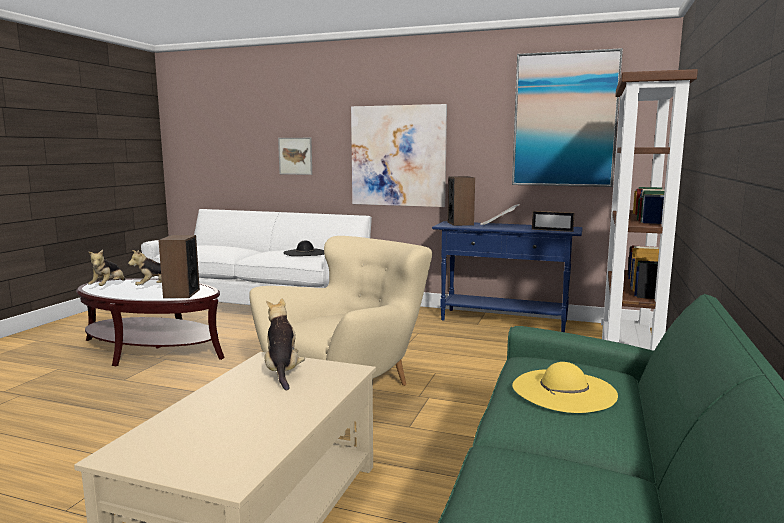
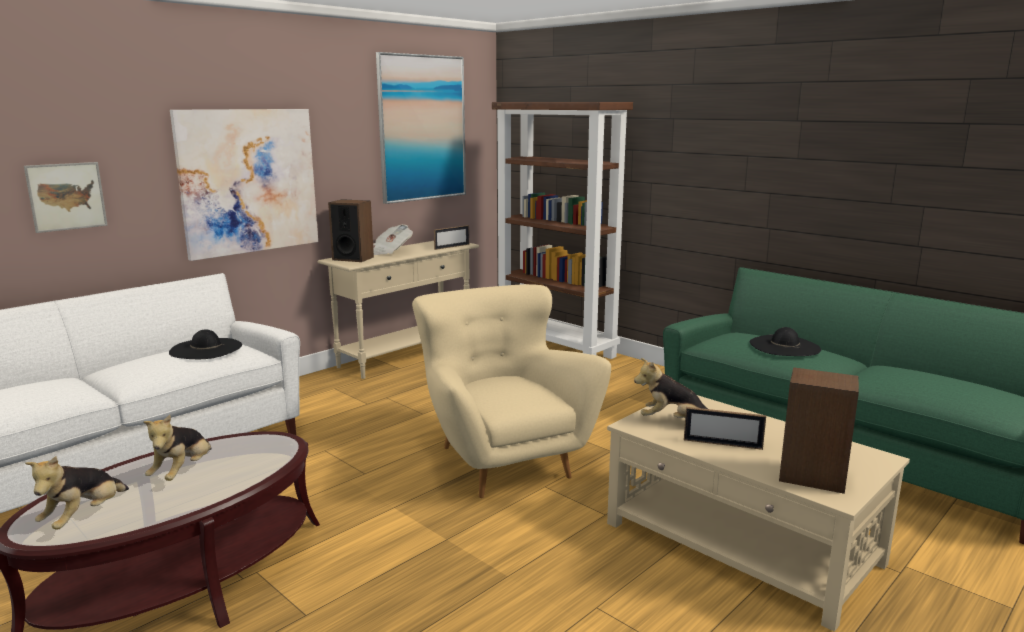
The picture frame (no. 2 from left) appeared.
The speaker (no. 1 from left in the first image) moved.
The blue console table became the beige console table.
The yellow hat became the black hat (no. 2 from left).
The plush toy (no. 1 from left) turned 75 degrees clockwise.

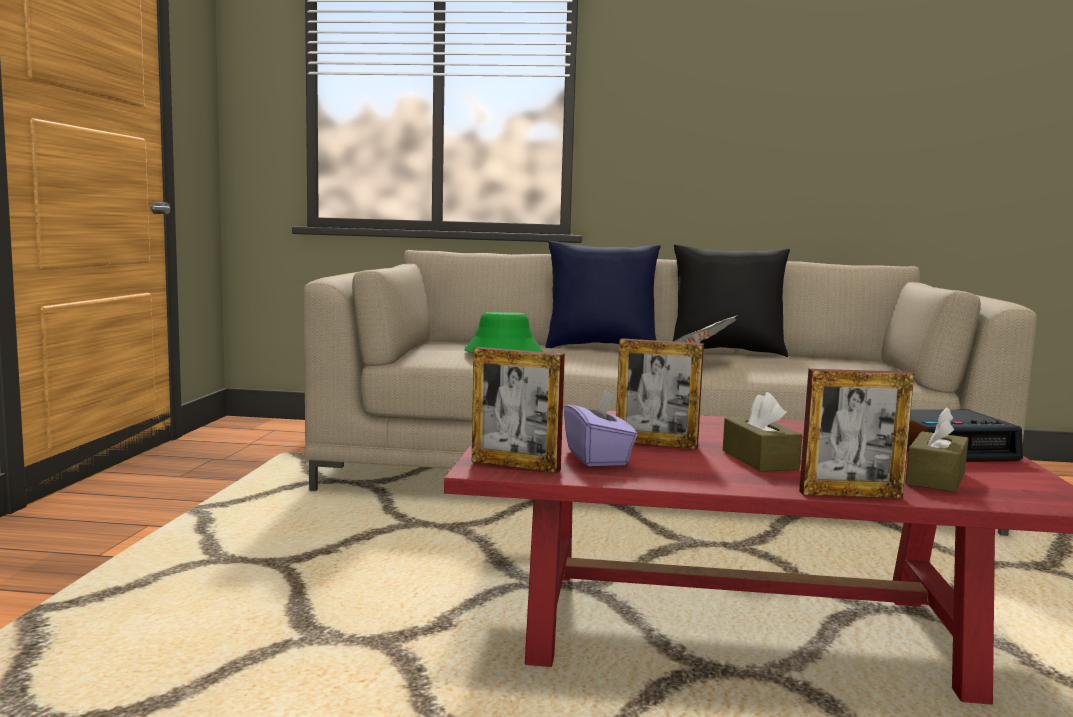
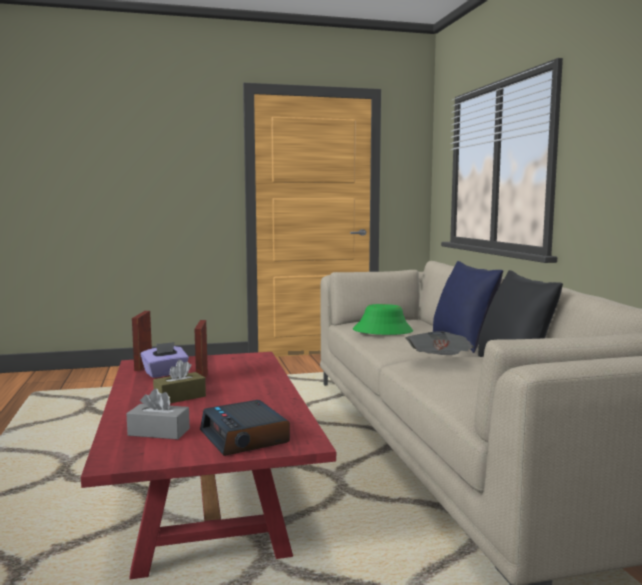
The picture frame (no. 3 from left) disappeared.
The brown tissue box (no. 2 from left) became the grey tissue box.

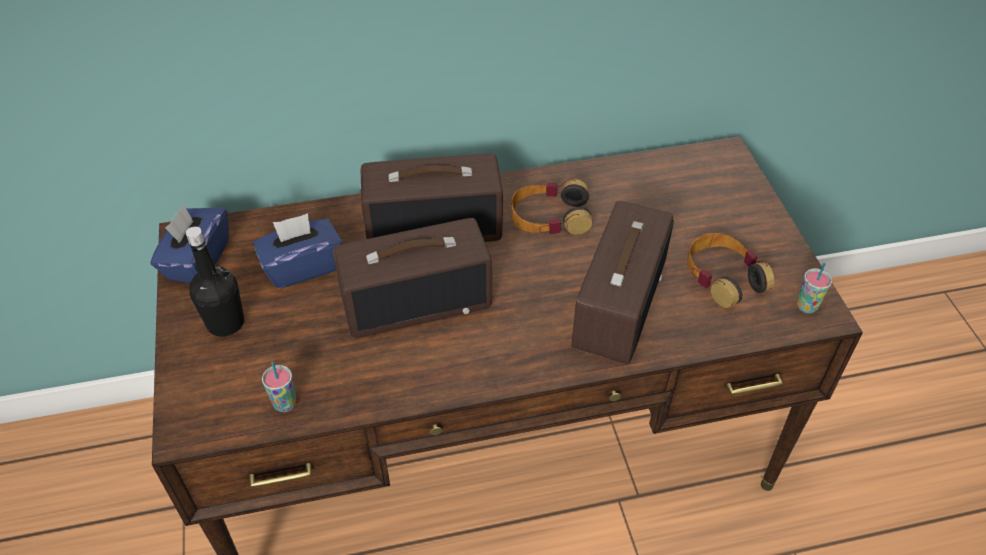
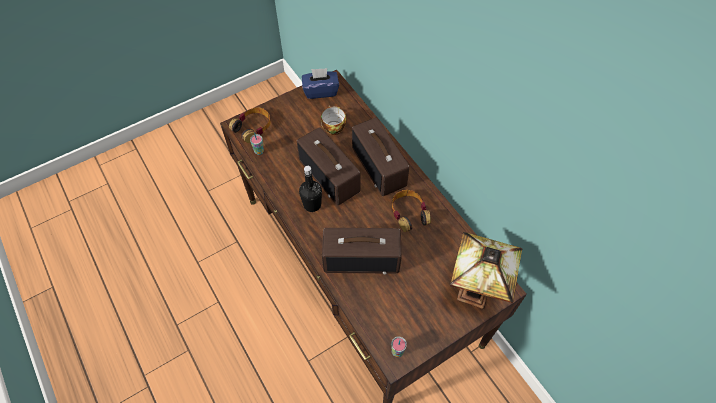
The table lamp appeared.
The black bottle moved.
The headphones (no. 2 from left in the first image) moved.
The blue tissue box (no. 2 from left) was replaced by the cup (no. 2 from left).

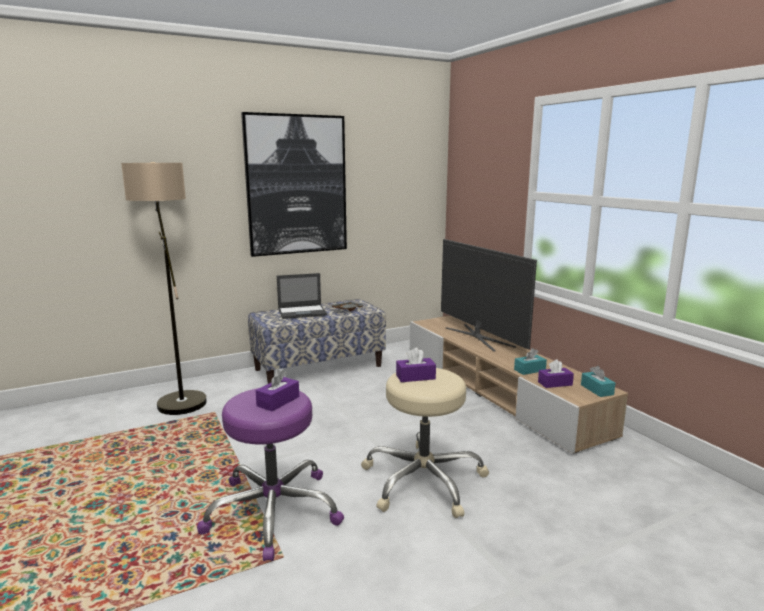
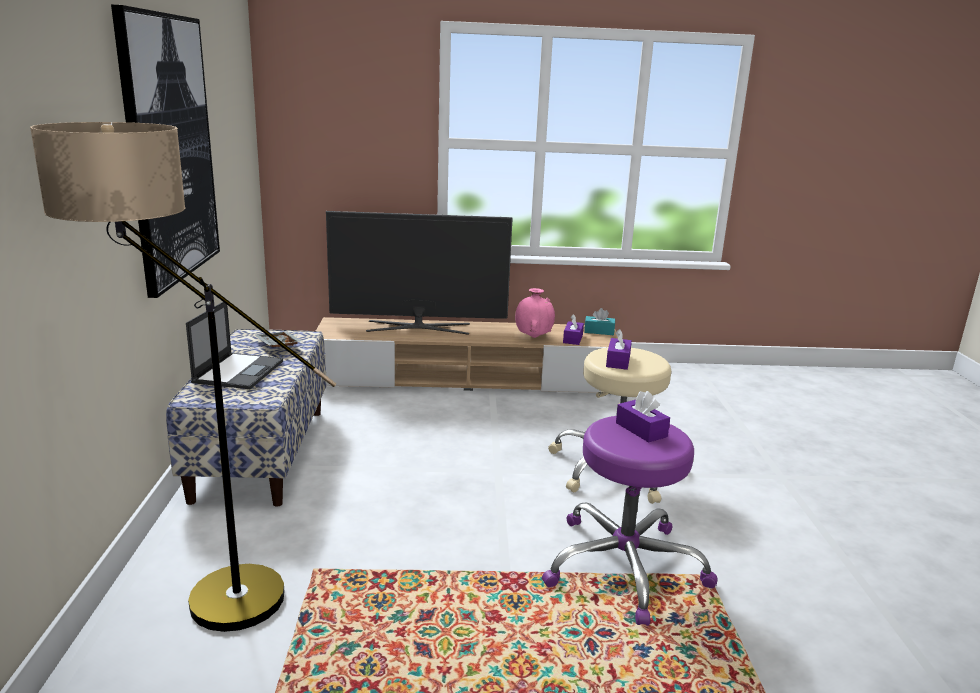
The turquoise tissue box (no. 1 from left) was replaced by the pink vase.

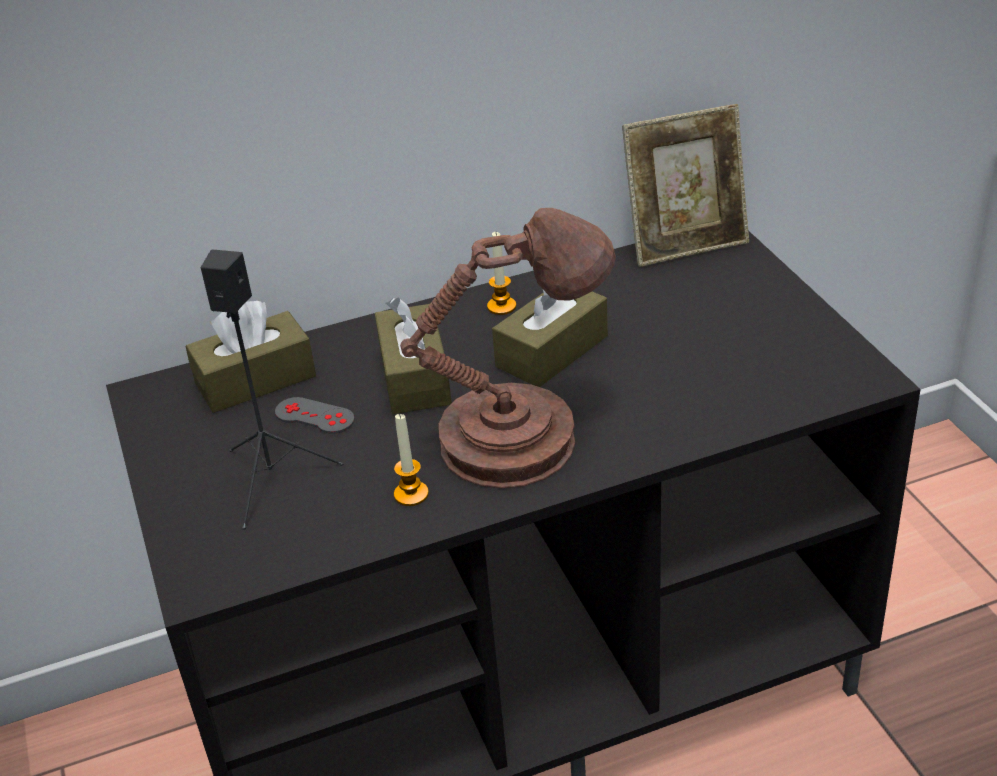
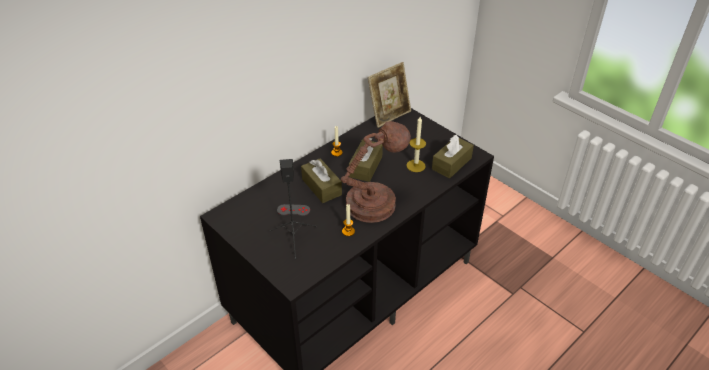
The candle (no. 3 from left) appeared.
The brown tissue box (no. 1 from left in the first image) moved.

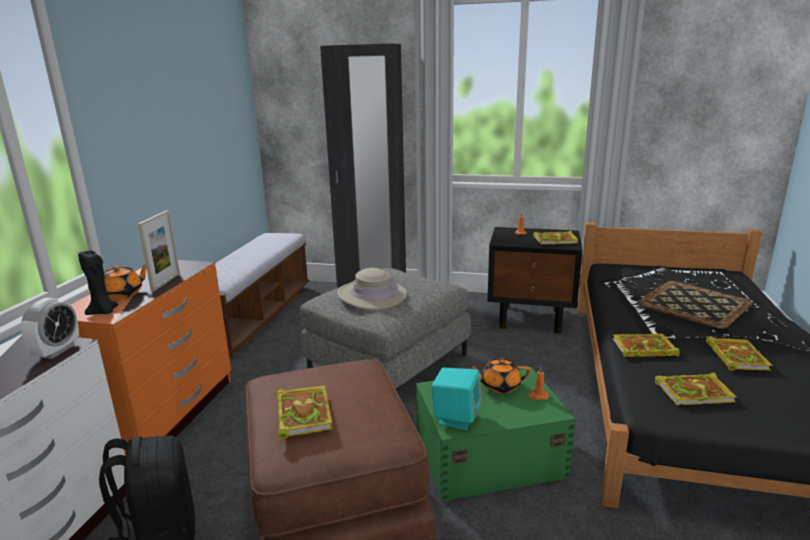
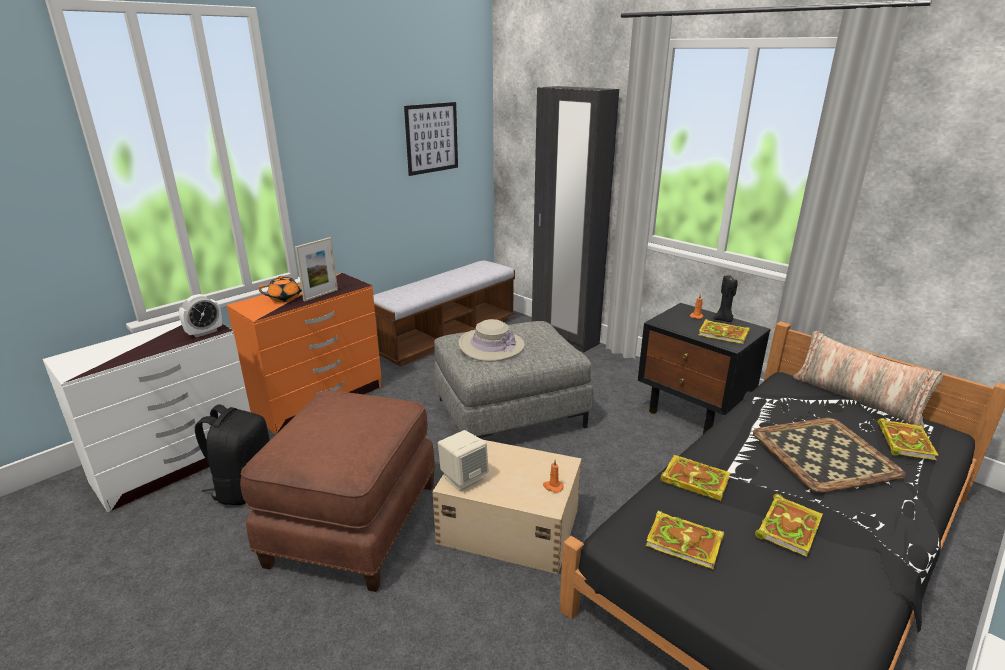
The orange teapot (no. 2 from left) disappeared.
The picture appeared.
The pillow appeared.
The black candle moved.
The book (no. 1 from left in the first image) moved.
The green storage box became the beige storage box.
The turquoise speaker became the beige speaker.

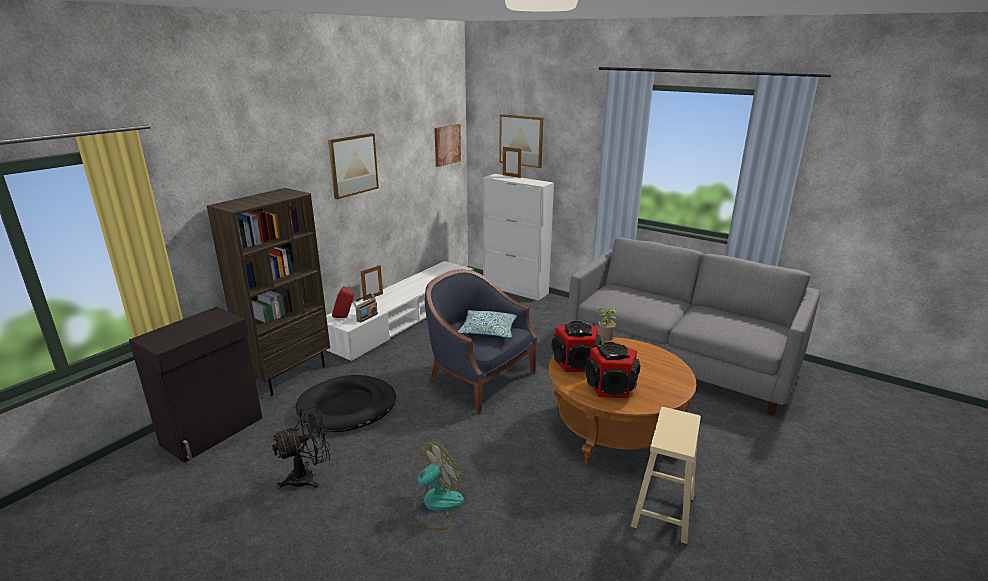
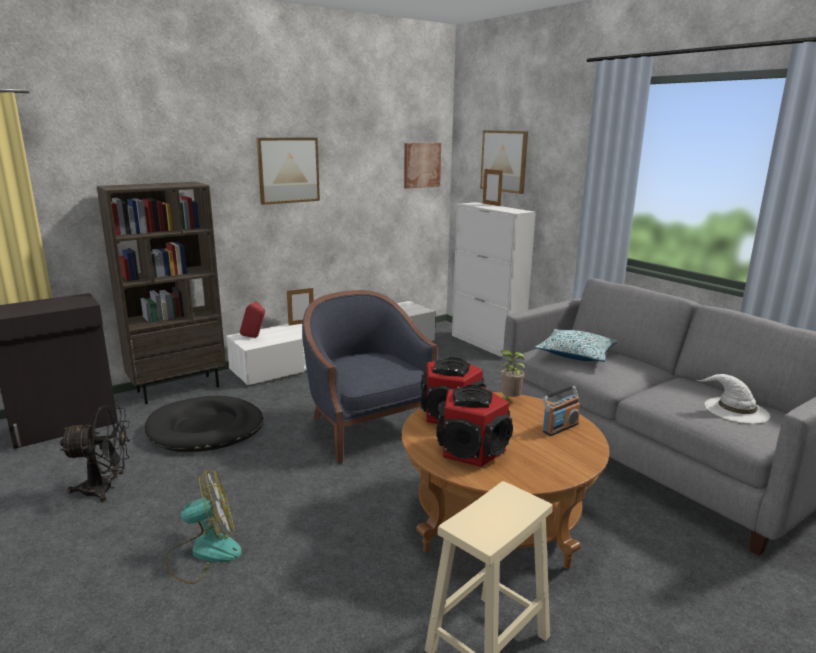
The white hat appeared.
The radio moved.
The pillow moved.

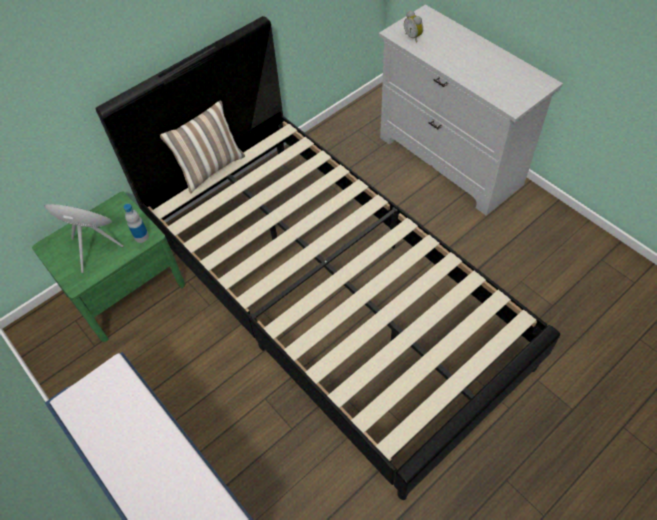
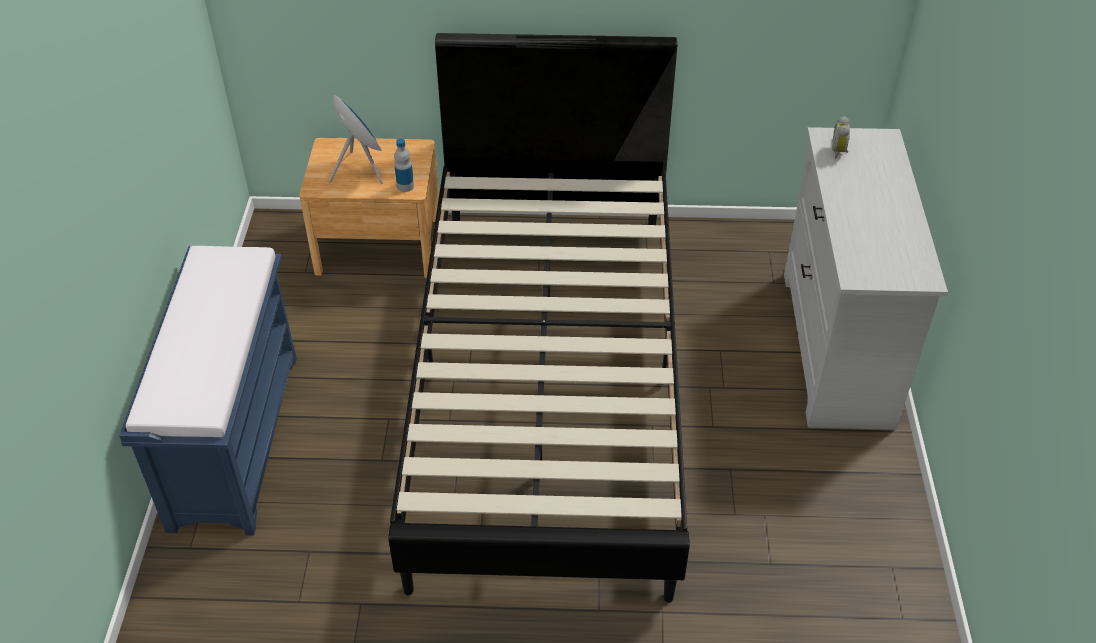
The pillow disappeared.
The green nightstand became the brown nightstand.

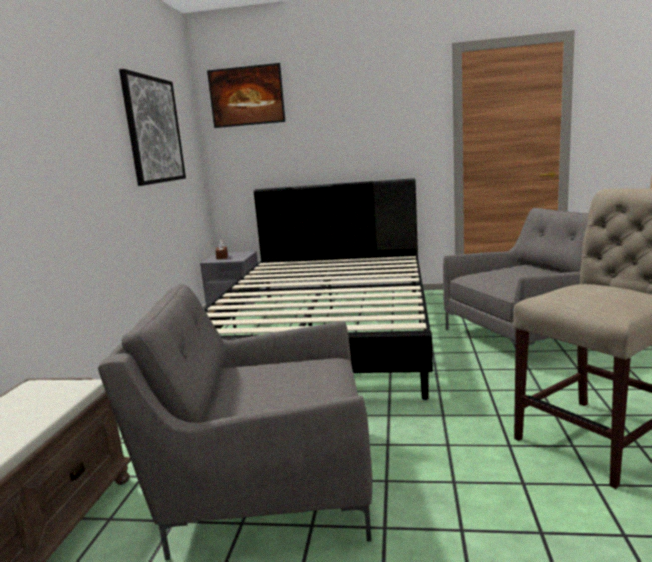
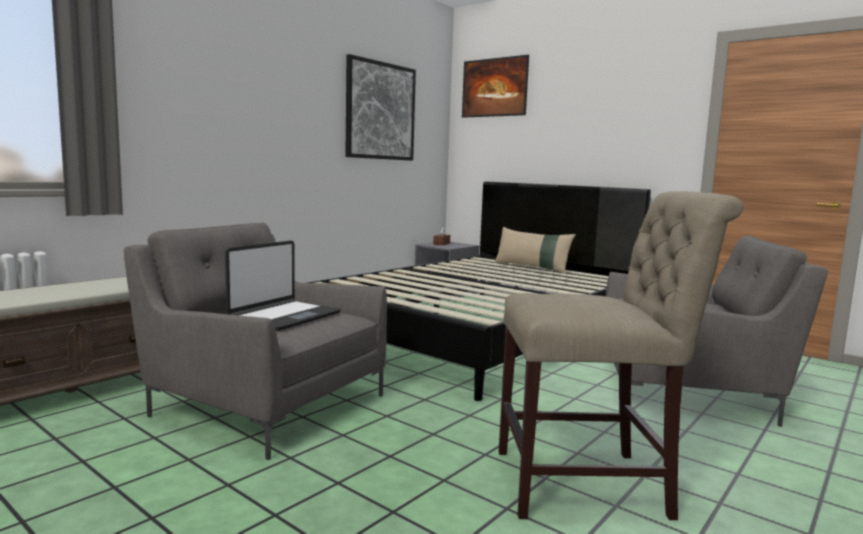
The laptop appeared.
The beige pillow appeared.

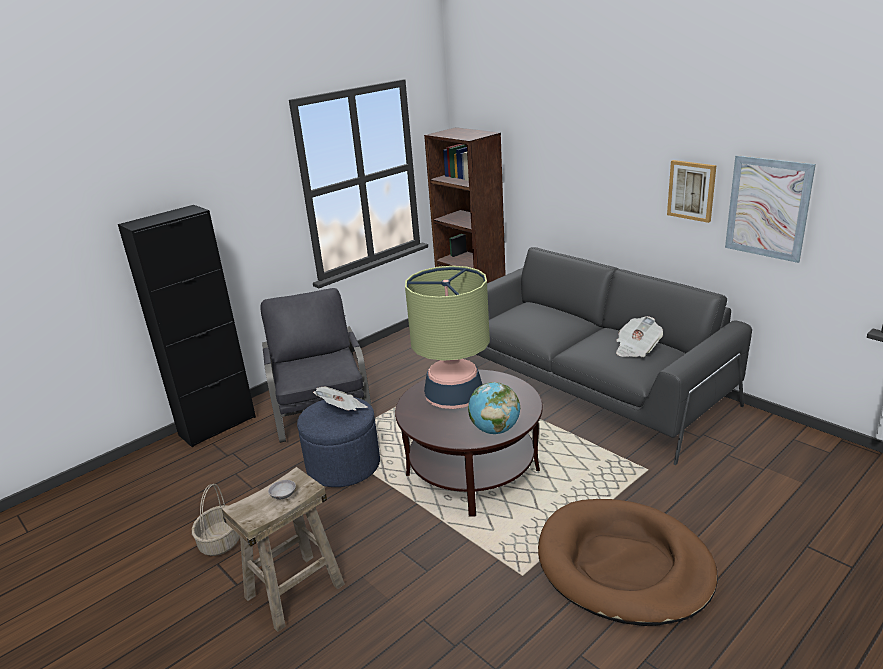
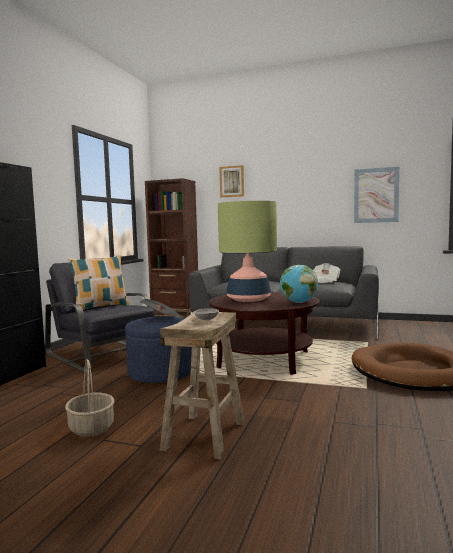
The pillow appeared.
The picture (no. 1 from left) moved.

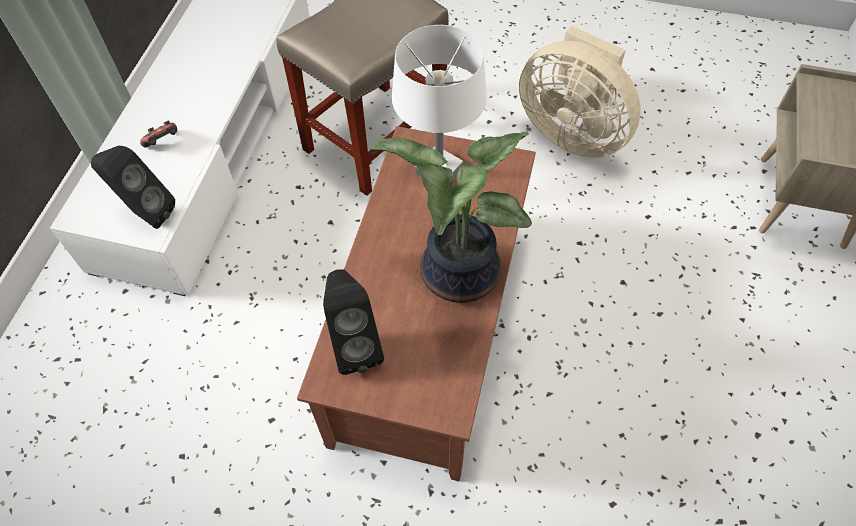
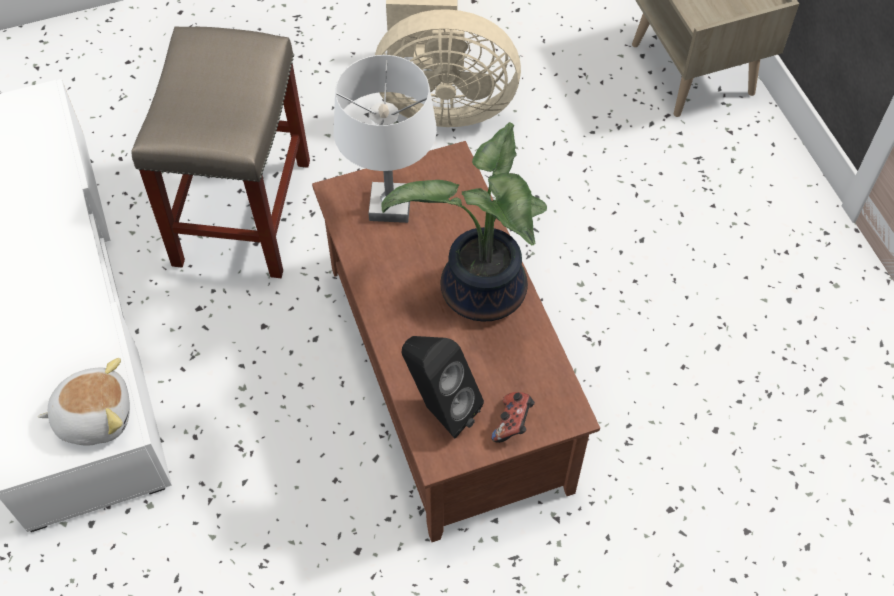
The game controller moved.
The black speaker (no. 1 from left) was replaced by the plush toy.

